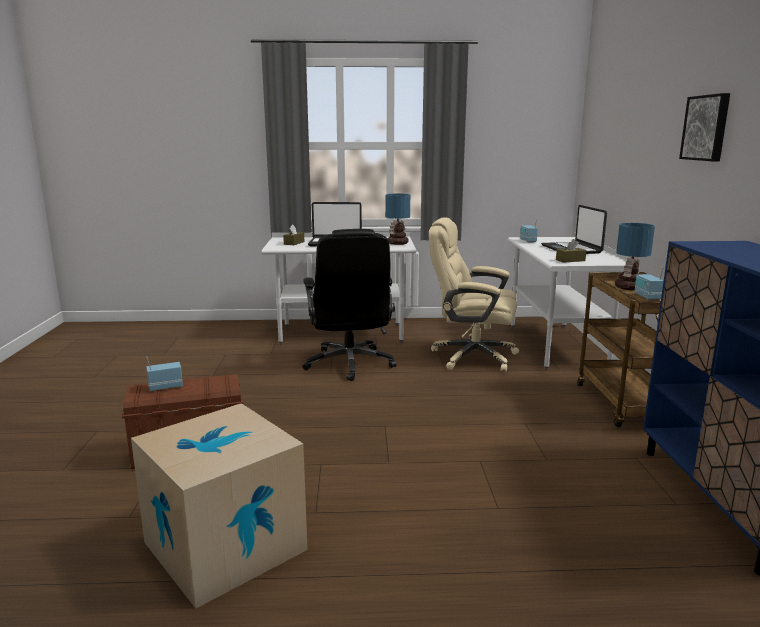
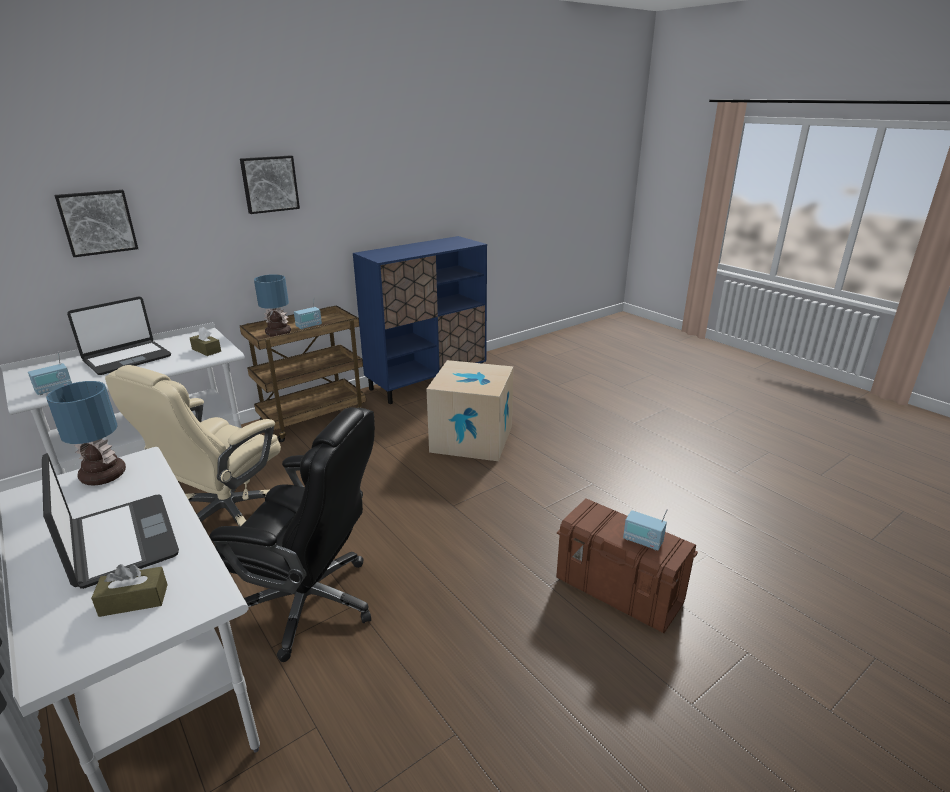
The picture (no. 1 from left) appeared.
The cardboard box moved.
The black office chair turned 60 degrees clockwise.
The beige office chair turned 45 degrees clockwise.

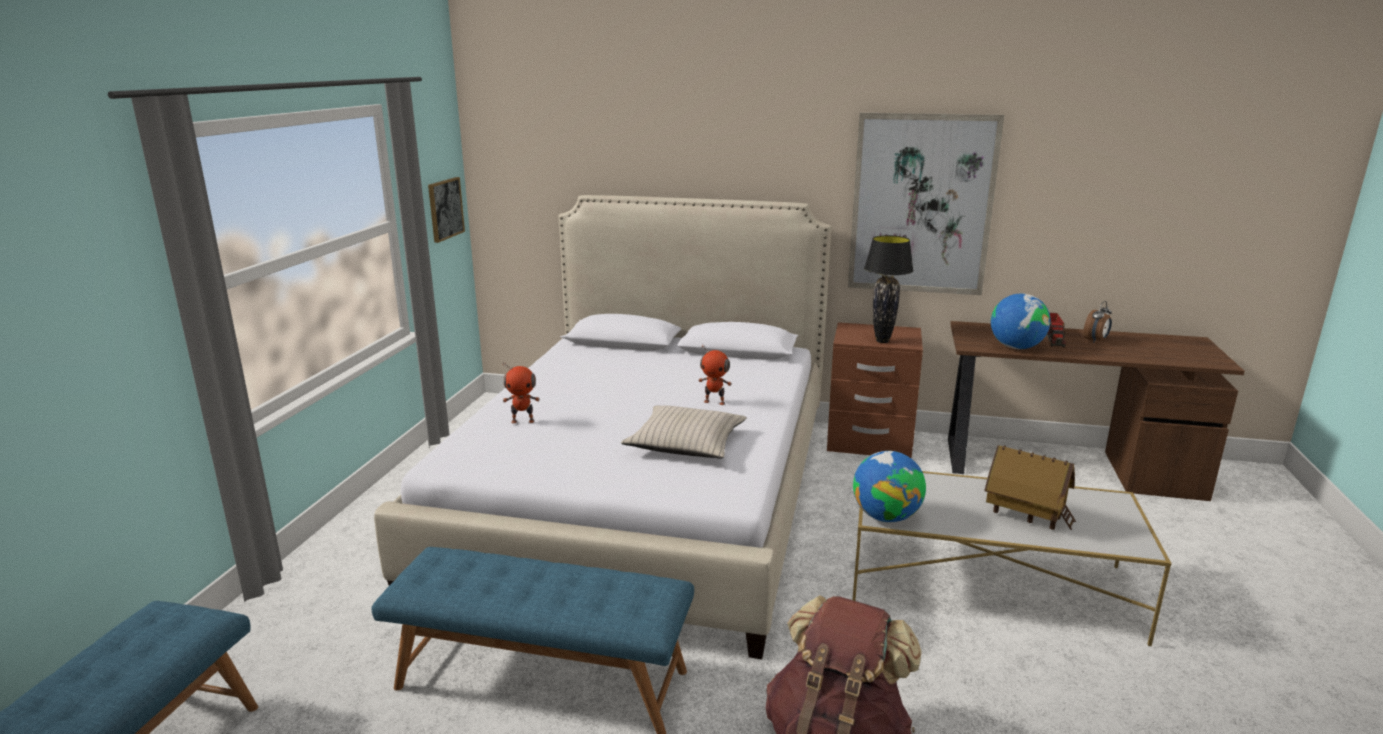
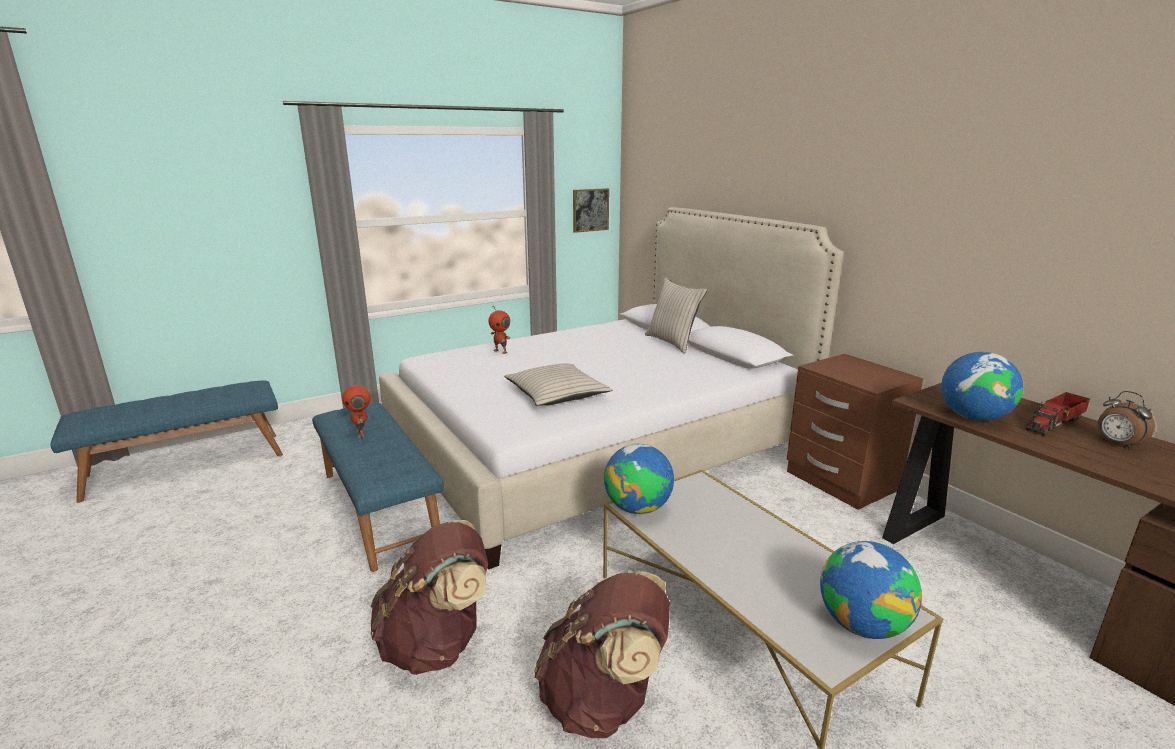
The picture (no. 2 from left) disappeared.
The black table lamp disappeared.
The toy house disappeared.
The brown backpack (no. 2 from left) appeared.
The beige pillow (no. 2 from left) appeared.
The globe (no. 2 from left) appeared.
The toy robot (no. 2 from left in the first image) moved.
The alarm clock turned 60 degrees clockwise.

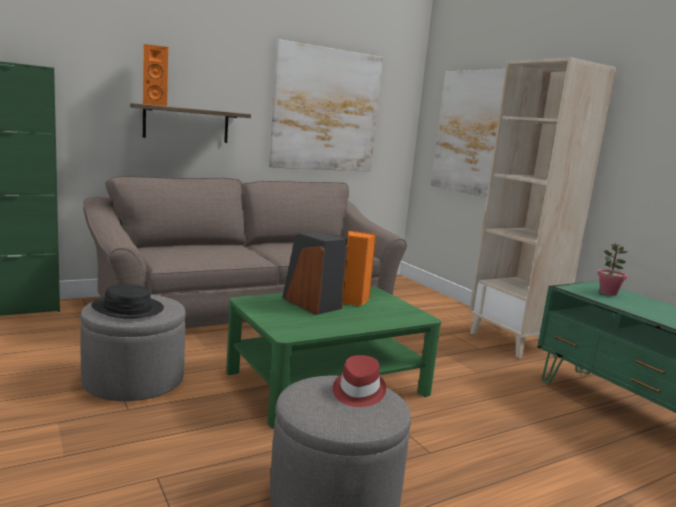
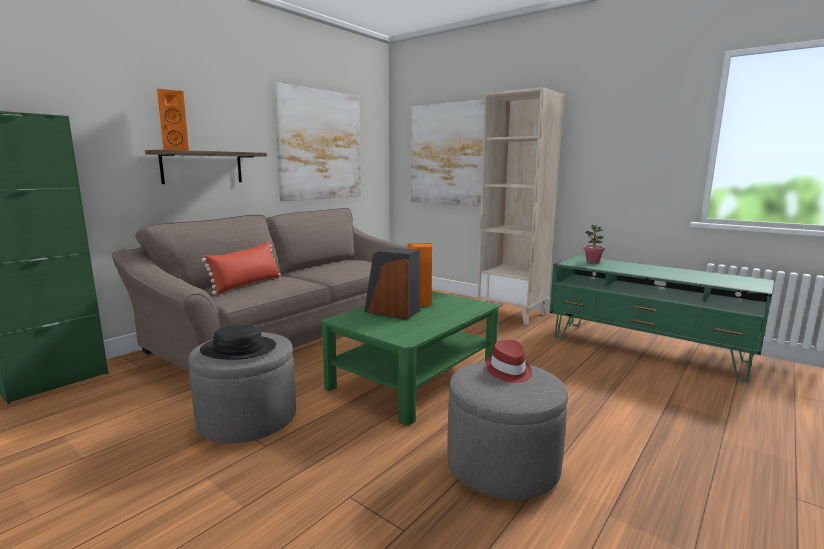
The red pillow appeared.

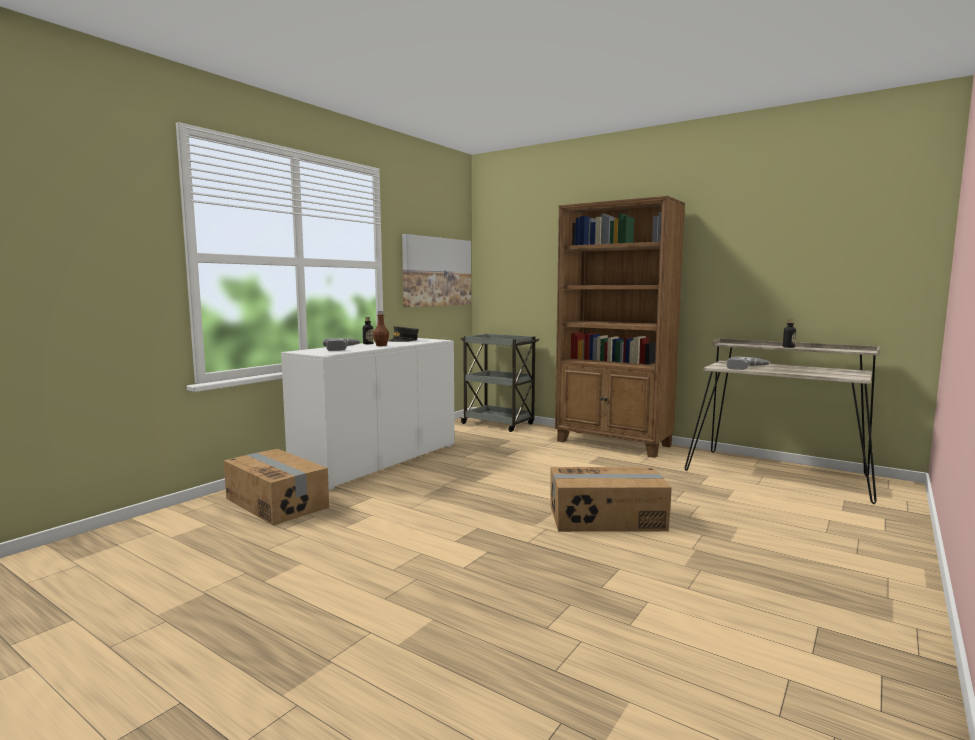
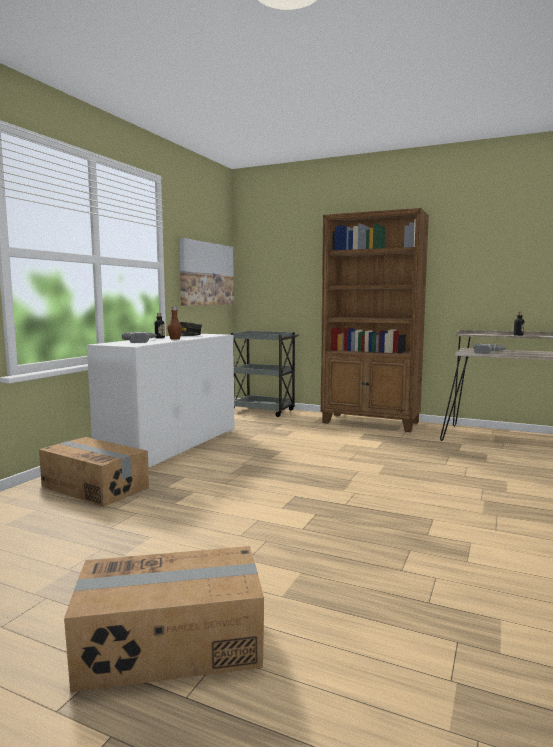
The cardboard box (no. 2 from left) moved.

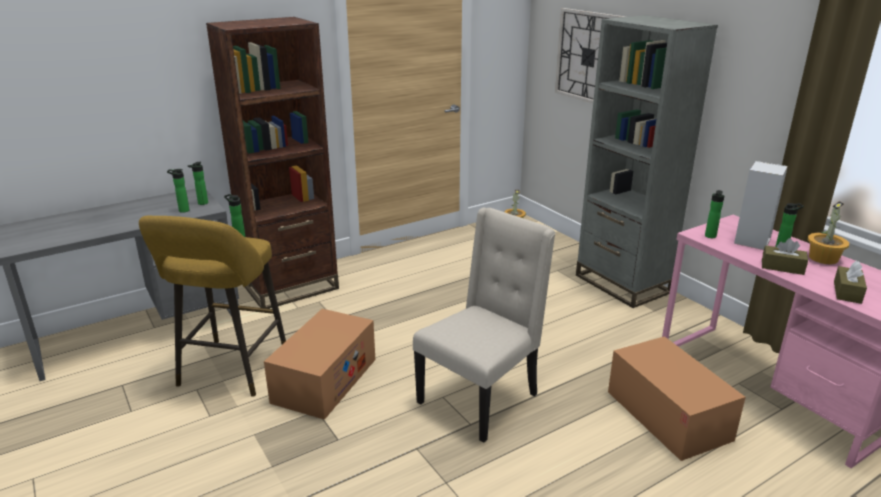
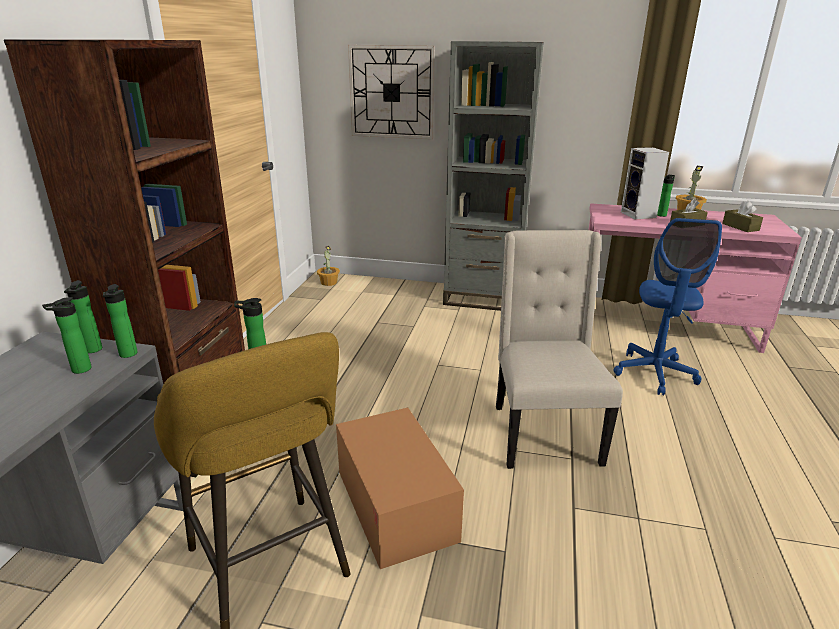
The bottle (no. 4 from left in the first image) moved.
The cardboard box (no. 2 from left) was replaced by the blue office chair.

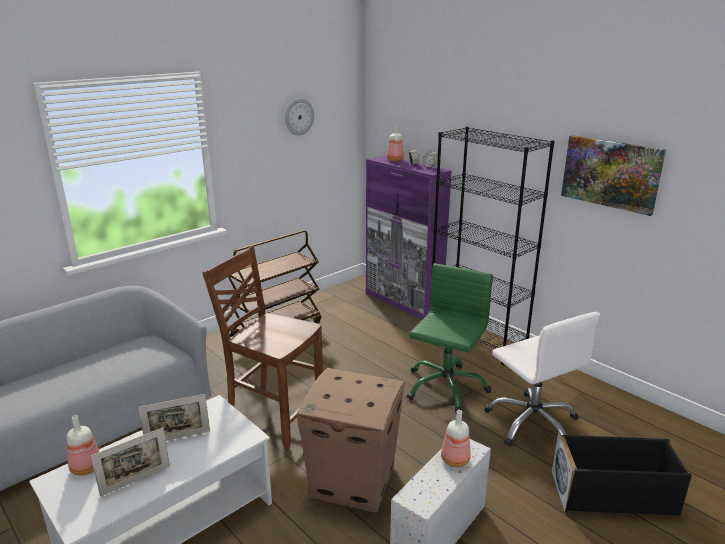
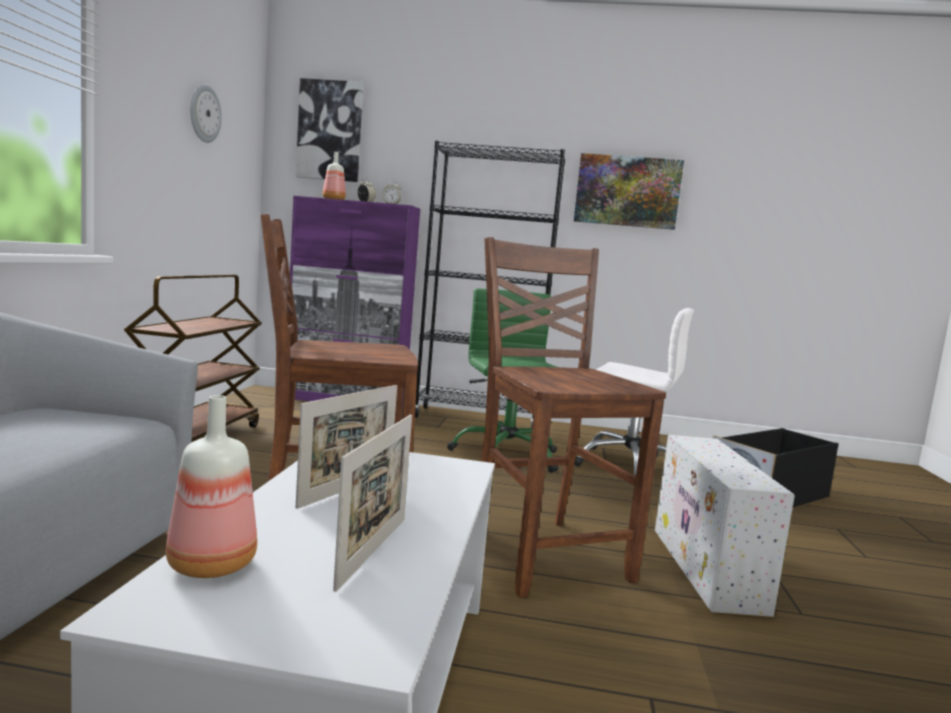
The bottle (no. 3 from left) disappeared.
The picture (no. 1 from left) appeared.
The cardboard box was replaced by the brown chair (no. 2 from left).

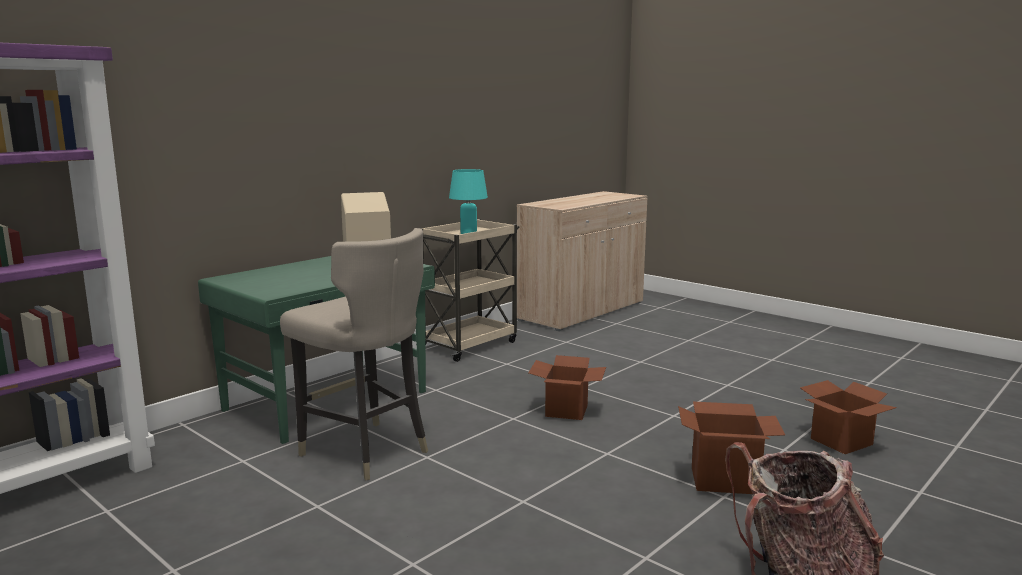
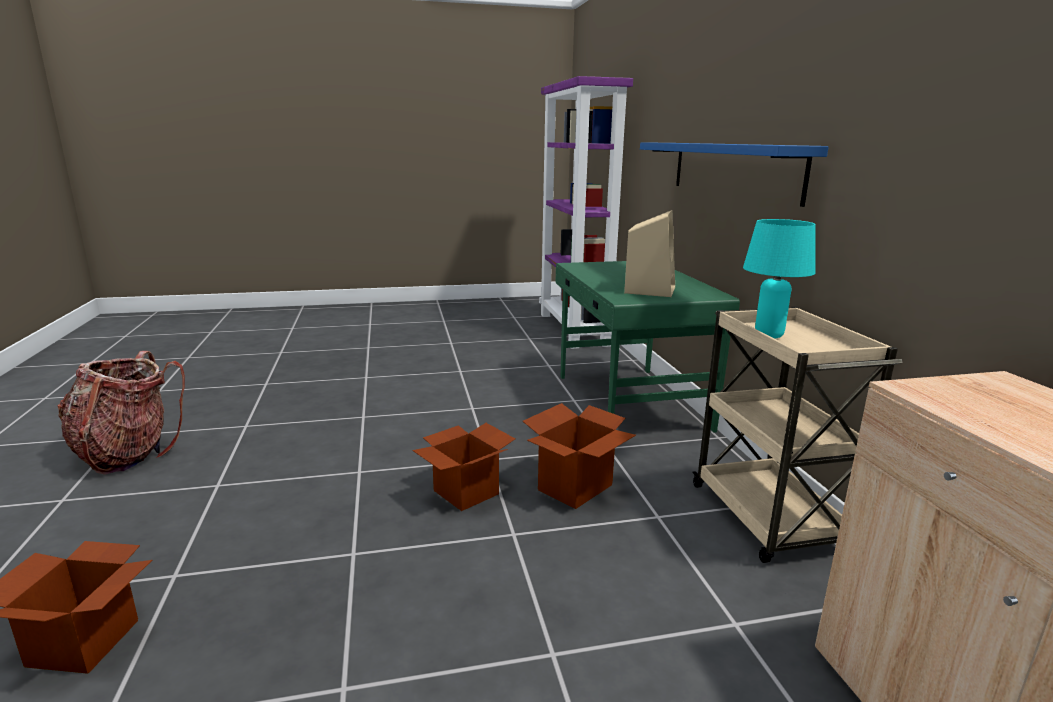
The beige stool disappeared.
The blue shelf appeared.
The cardboard box (no. 2 from left in the first image) moved.

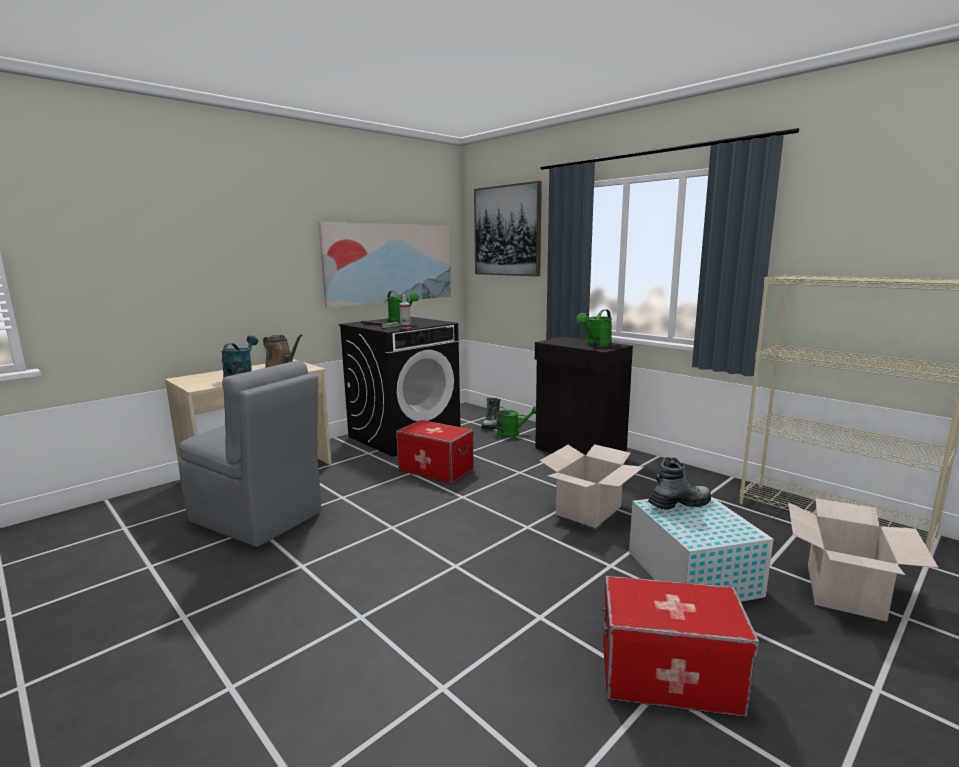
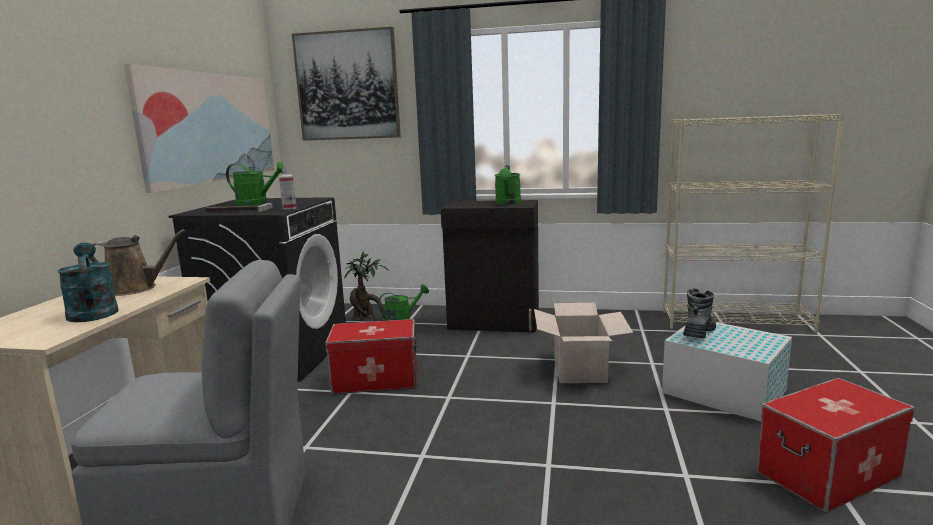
The cardboard box (no. 2 from left) disappeared.
The boot (no. 1 from left) was replaced by the potted plant.

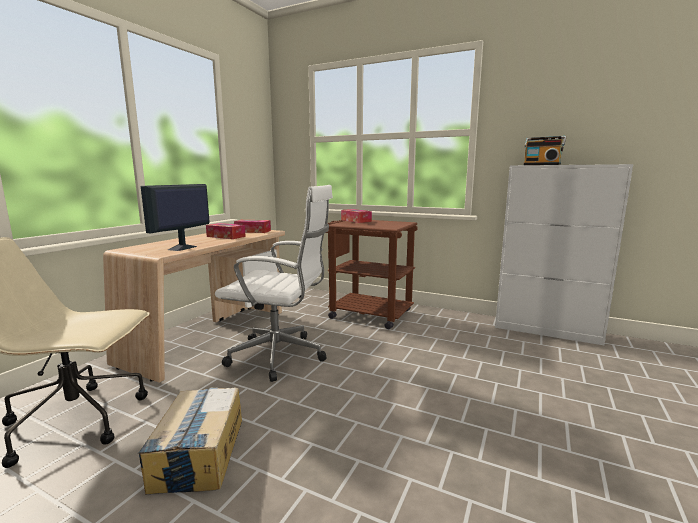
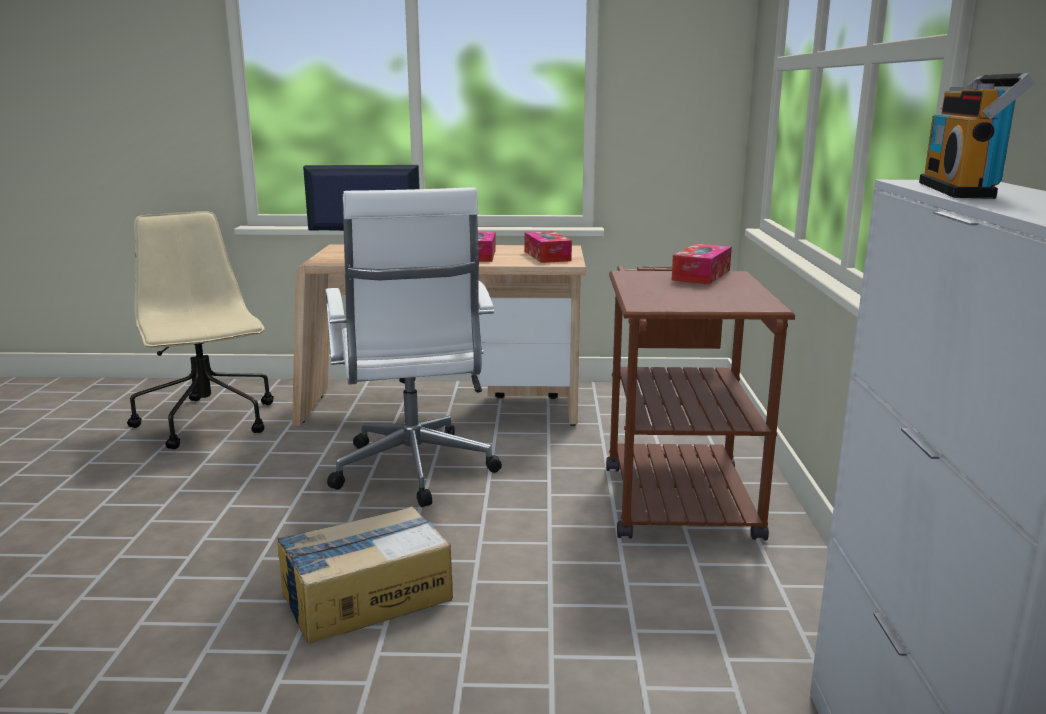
The cardboard box moved.

